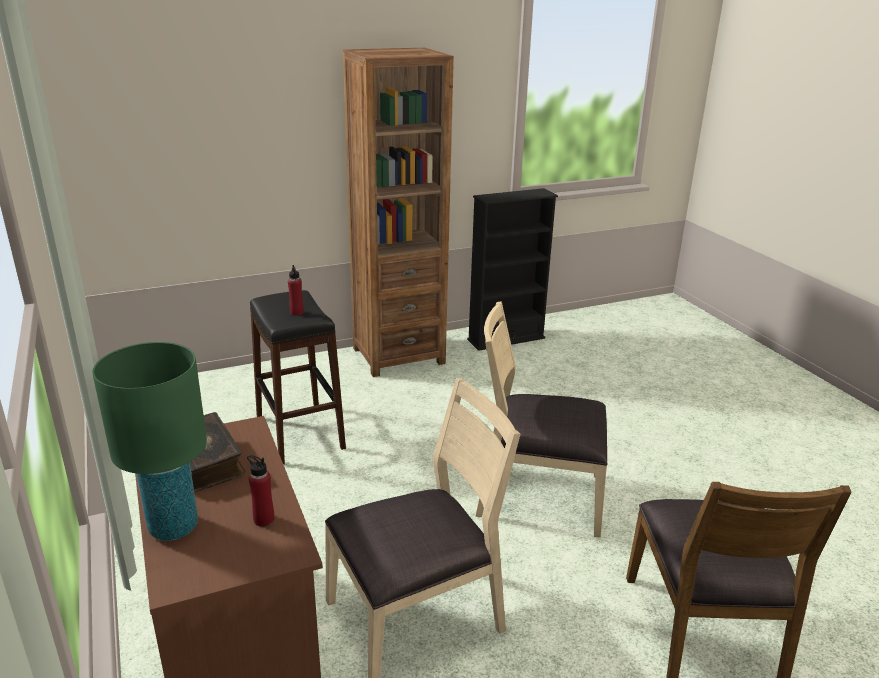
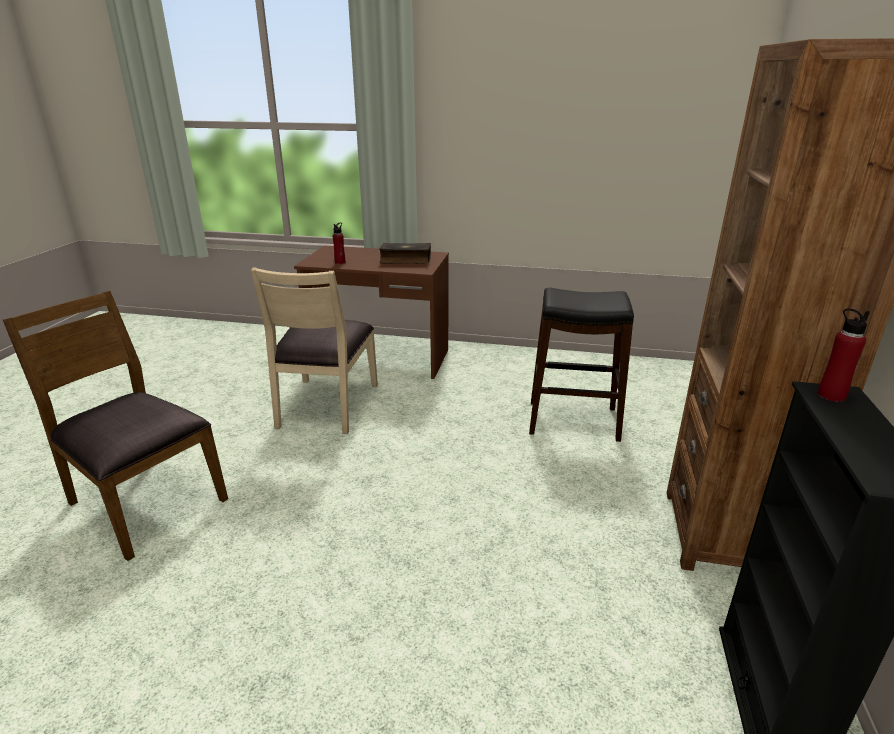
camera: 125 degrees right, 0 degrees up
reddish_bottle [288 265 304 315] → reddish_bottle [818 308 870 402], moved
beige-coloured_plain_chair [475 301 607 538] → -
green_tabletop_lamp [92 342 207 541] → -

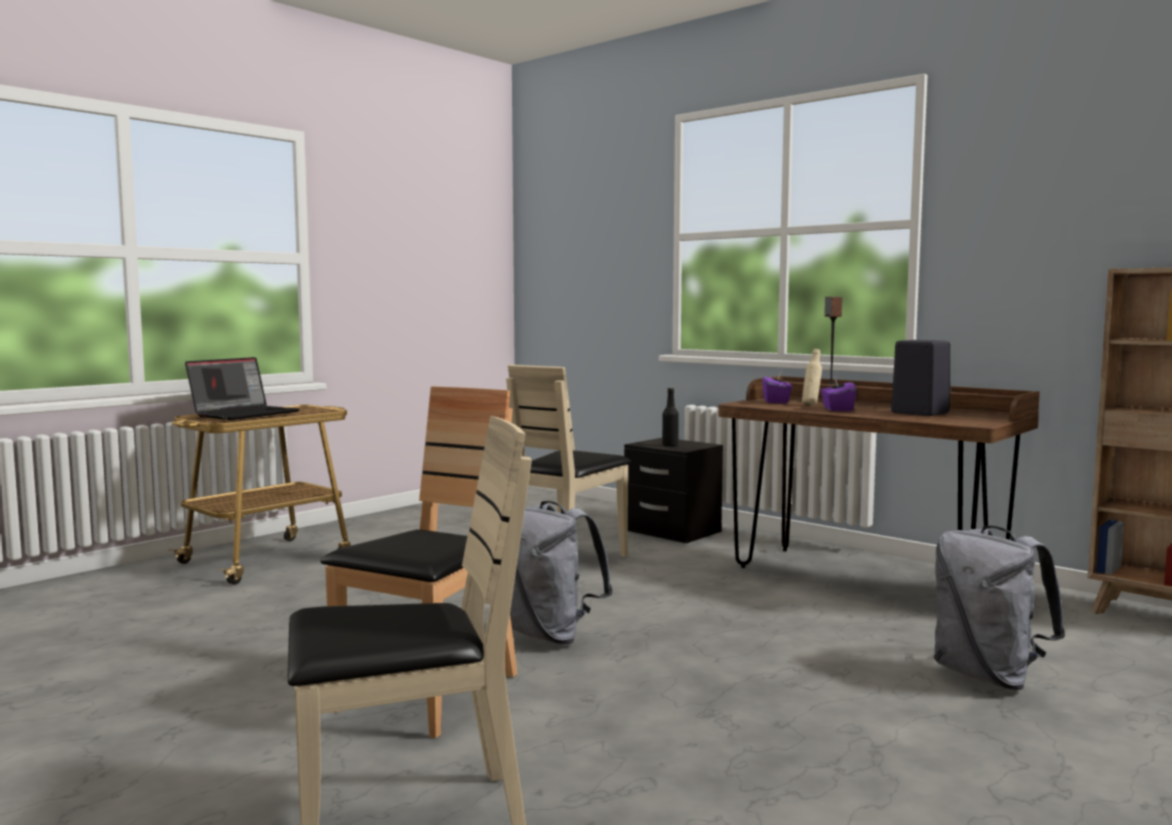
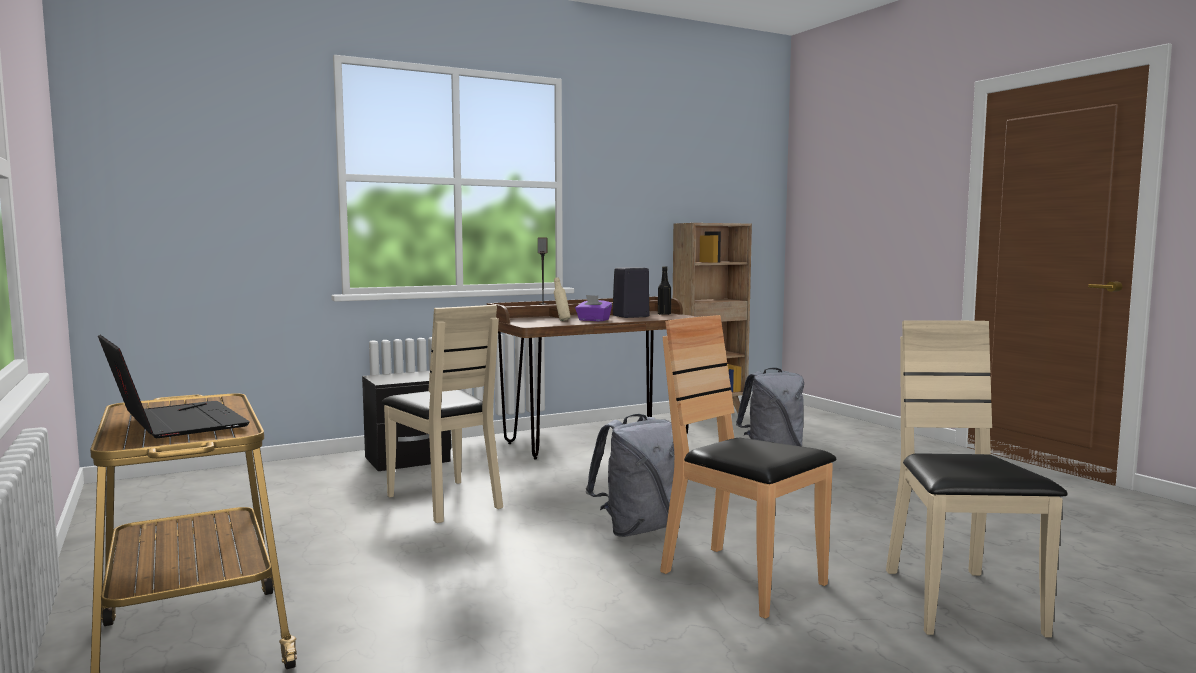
camera: 70 degrees left, 0 degrees up
purple-coloured_tissue_holder [762 370 792 403] → -
black_bottle [662 388 679 447] → black_bottle [658 266 671 315], moved

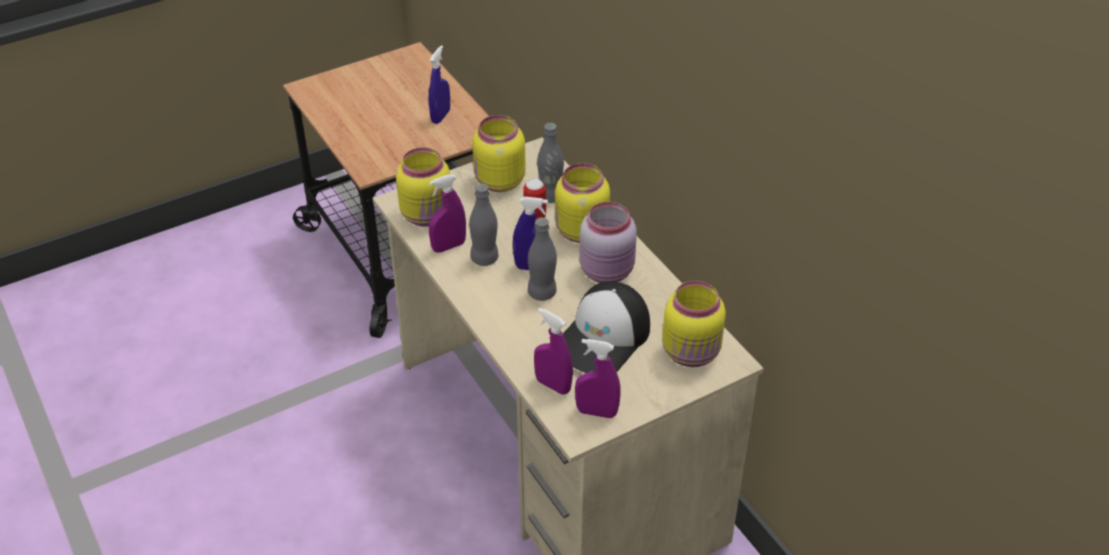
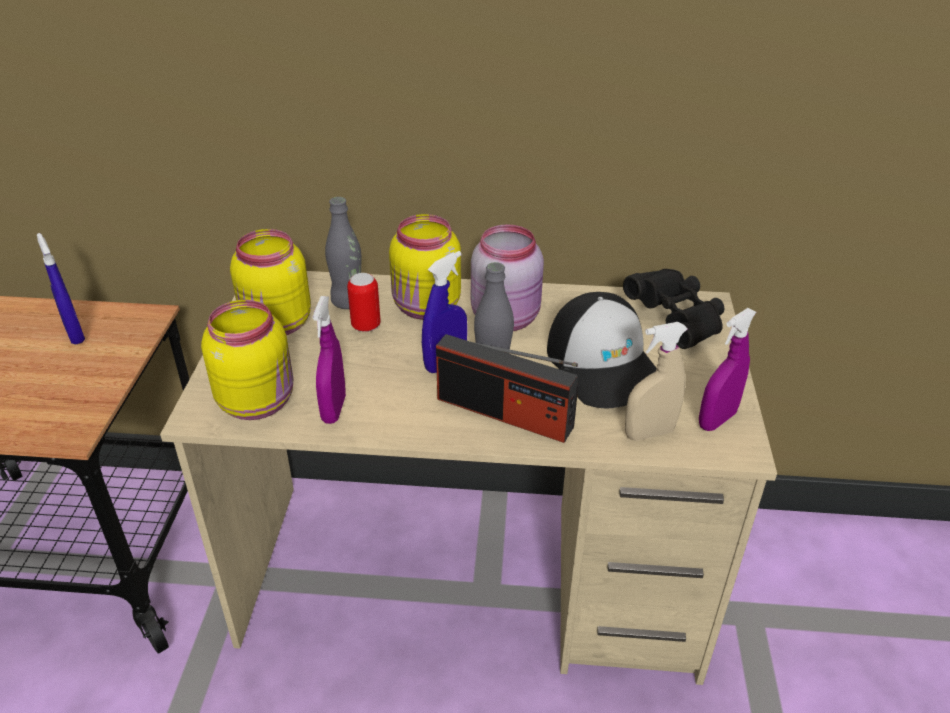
camera: 55 degrees left, 5 degrees down
grey_bottle [469 184 498 266] → -
yellow_storage_jar [662 281 726 367] → black_binoculars [623 269 724 349]
purple-coloured_hand_sprayer [534 308 573 394] → beige-coloured_hand_sprayer [625 322 688 441]
- → radio_set [436 334 579 443]

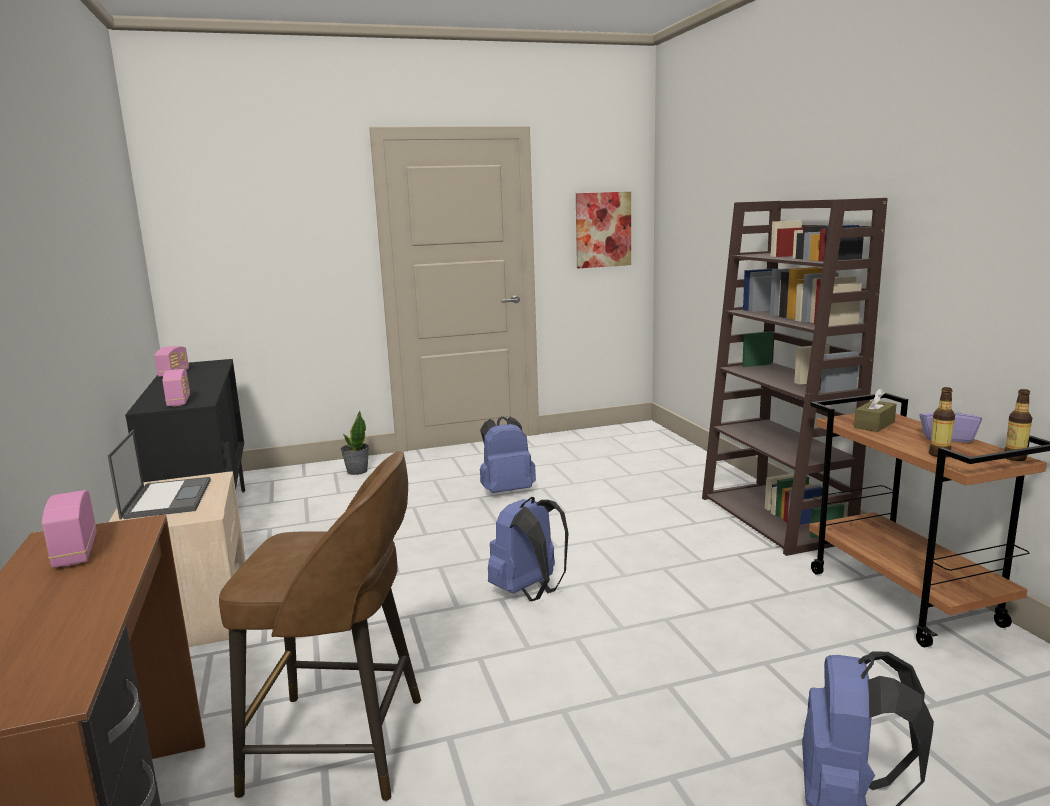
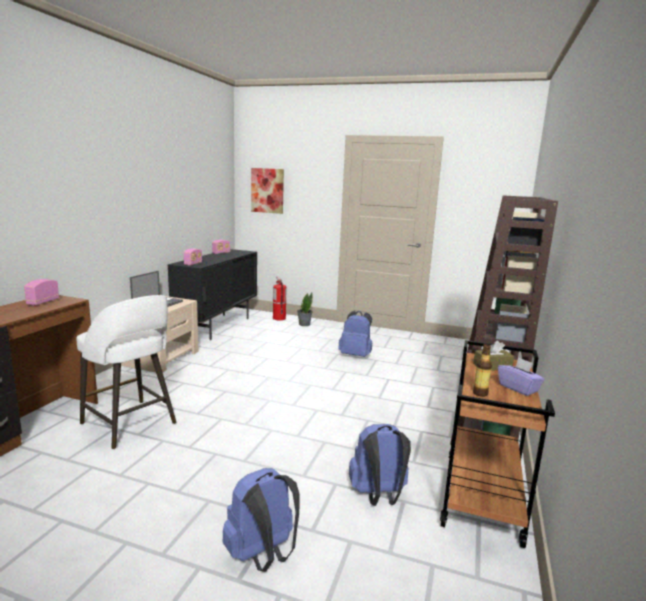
camera: 35 degrees right, 0 degrees up
wall_art [576 192 631 268] → wall_art [251 168 284 214], moved
bottle [1004 389 1032 461] → -
brown-coloured_stool [219 451 421 801] → white-coloured_stool [76 295 176 449]
bluish_backpack [488 497 569 601] → bluish_backpack [349 424 411 506], moved
- → extinguisher [273 276 287 320]

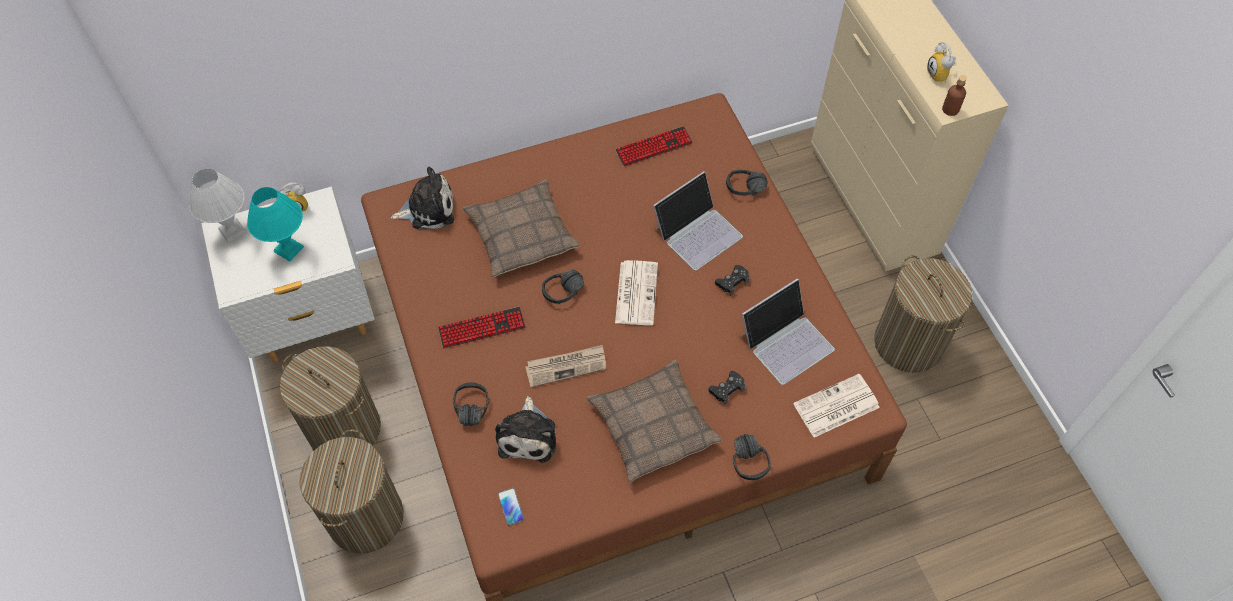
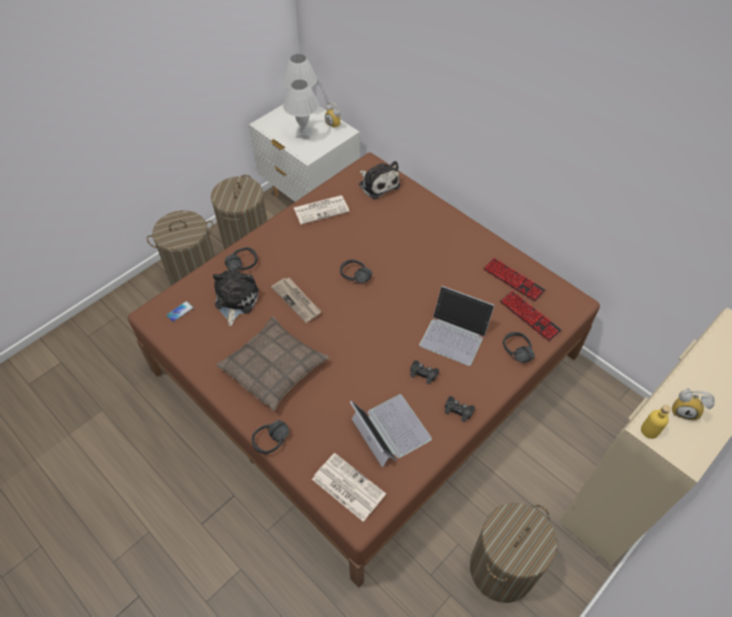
camera: 65 degrees right, 5 degrees down
bedside_clock [927 42 956 83] → bedside_clock [672 388 715 421], 120 degrees counterclockwise
brown-coloured_bottle [942 75 967 116] → yellow_bottle [641 405 671 439]
cushion [463 179 580 277] → -
turquoise-coloured_tabletop_lamp [247 187 304 261] → white-coloured_tabletop_lamp [283 80 319 139]
daily_paper [615 260 658 325] → daily_paper [294 195 350 225], moved
portable_computer [739 278 835 385] → portable_computer [350 394 432 468], 150 degrees counterclockwise
computer_keyboard [438 307 525 348] → computer_keyboard [499 291 562 341], moved
black_gamepad [708 371 745 405] → black_gamepad [445 396 475 422], moved
soft_toy [495 396 556 462] → soft_toy [213 269 259 326], 120 degrees clockwise

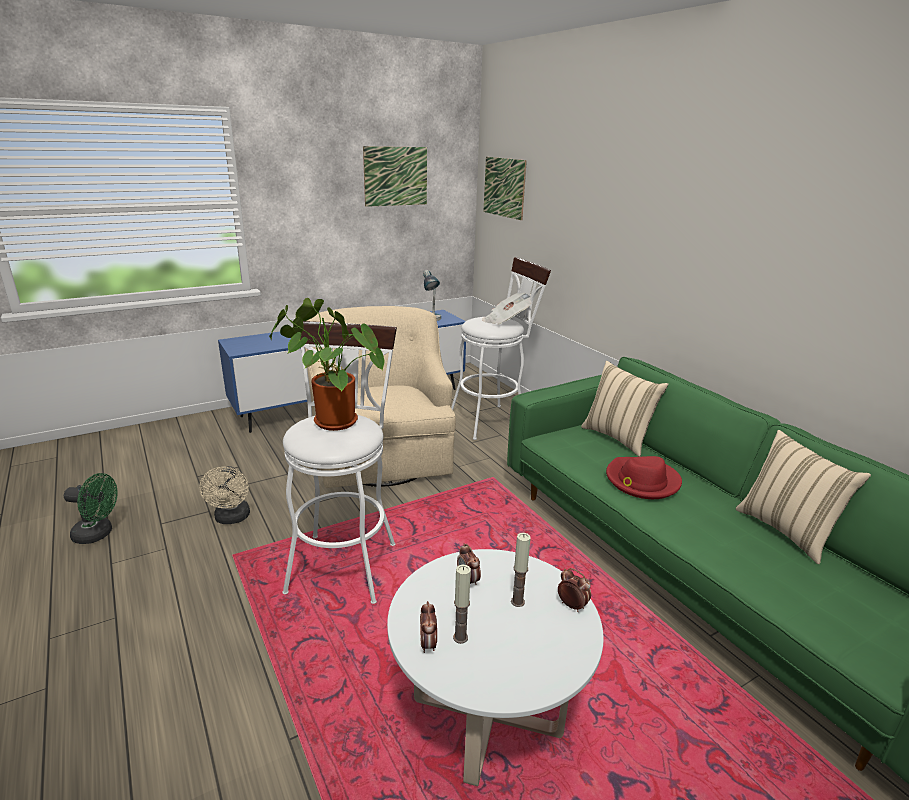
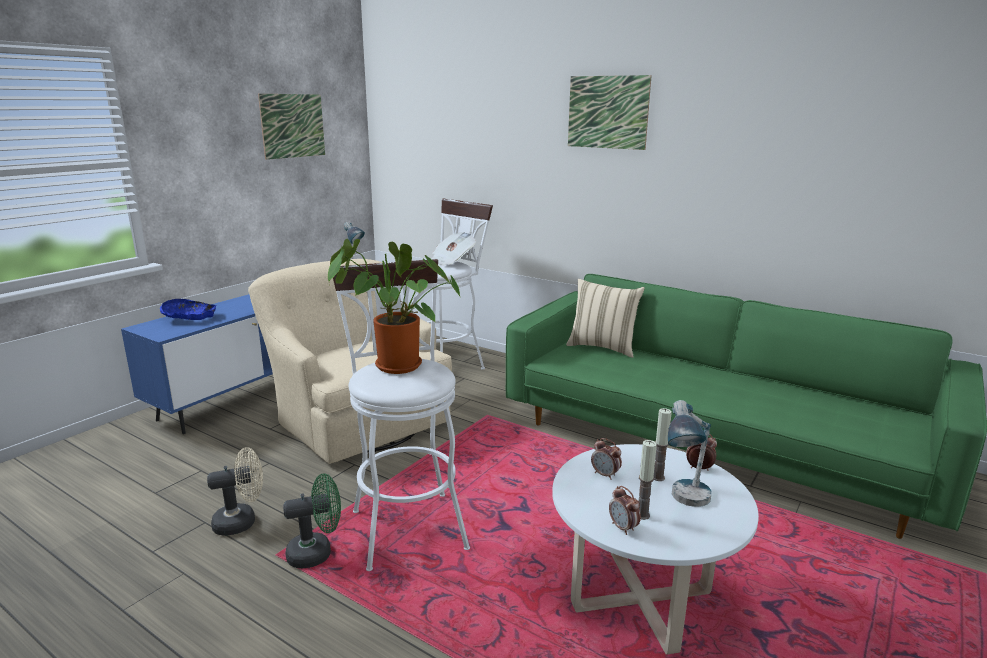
camera: 25 degrees left, 5 degrees down
wall_art [483 157 527 220] → wall_art [568 75 652 150], moved
beige-coloured_cushion [736 430 871 564] → -
reddish_clothing_hat [606 456 682 499] → -
beige-coloured_electric_fan [199 466 250 524] → beige-coloured_electric_fan [207 447 263 536], 75 degrees counterclockwise
green_electric_fan [64 473 118 544] → green_electric_fan [283 473 341 569], moved
- → bluish_deep_dish [160 299 217 320]
- → tabletop_lamp [668 400 712 507]

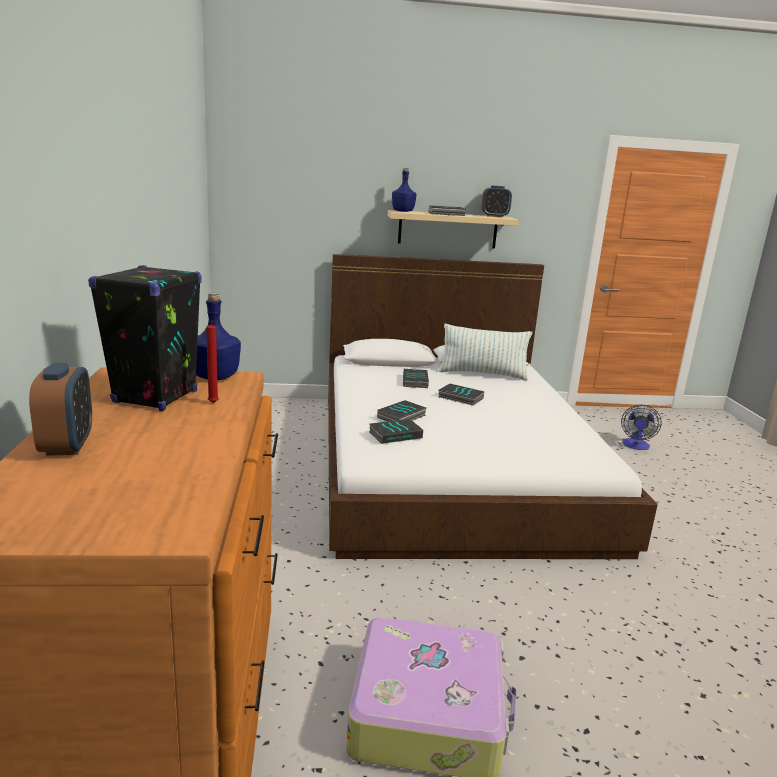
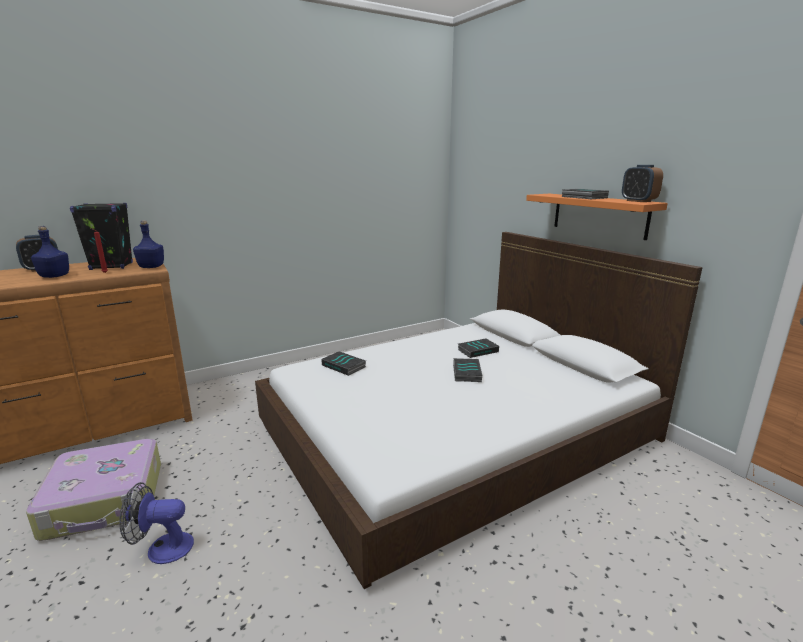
camera: 65 degrees right, 0 degrees up
bluish_bottle [392 168 417 212] → bluish_bottle [31 226 69 278], moved
beige-coloured_wall_shelf [388 210 519 249] → orange_wall_shelf [526 194 668 240]
cushion [439 324 532 381] → -
book [377 400 426 421] → -
electric_fan [621 404 662 450] → electric_fan [119 482 194 564], moved

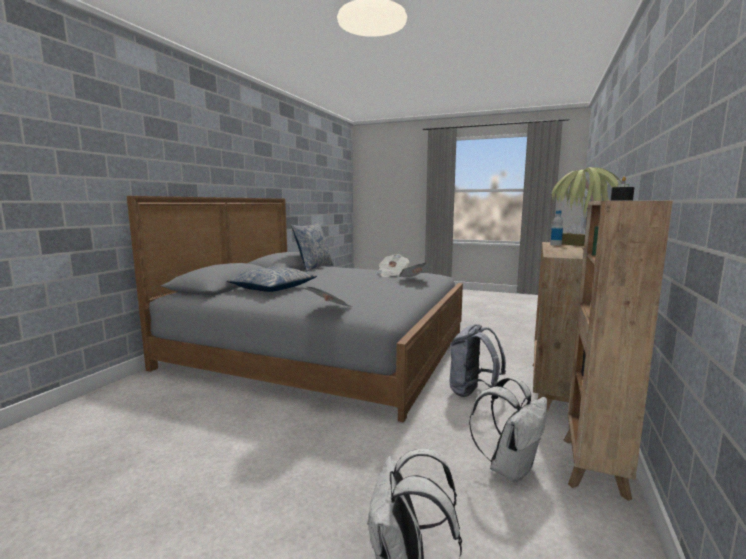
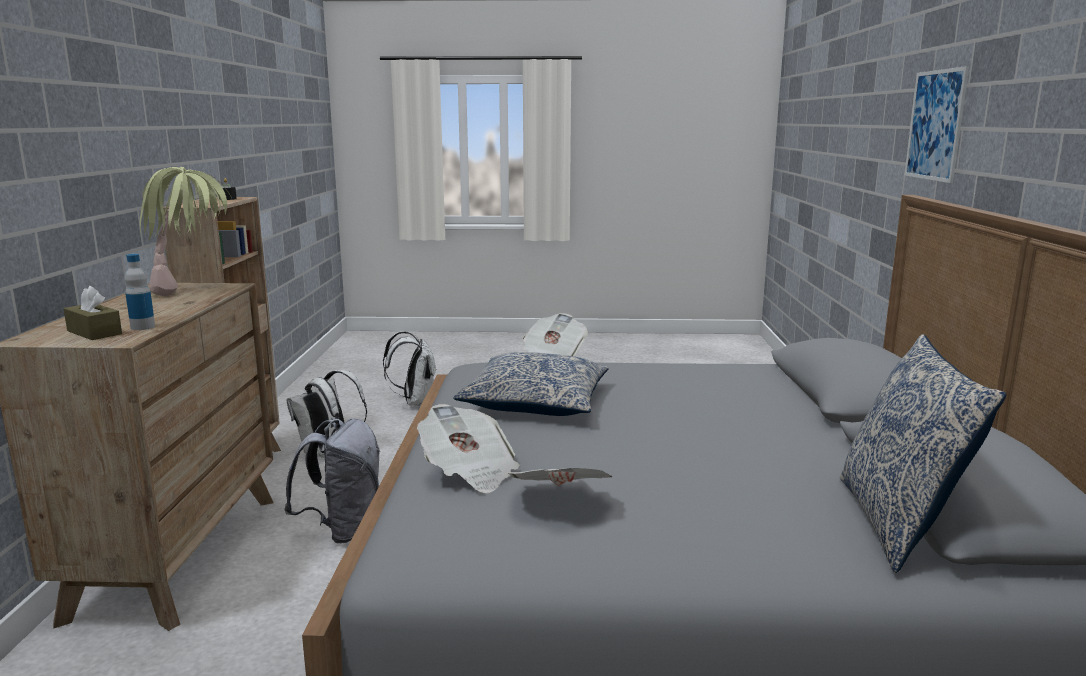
camera: 160 degrees right, 5 degrees up
cushion [227 267 317 292] → cushion [453 352 608 416], moved
- → wall_art [904 66 969 183]

